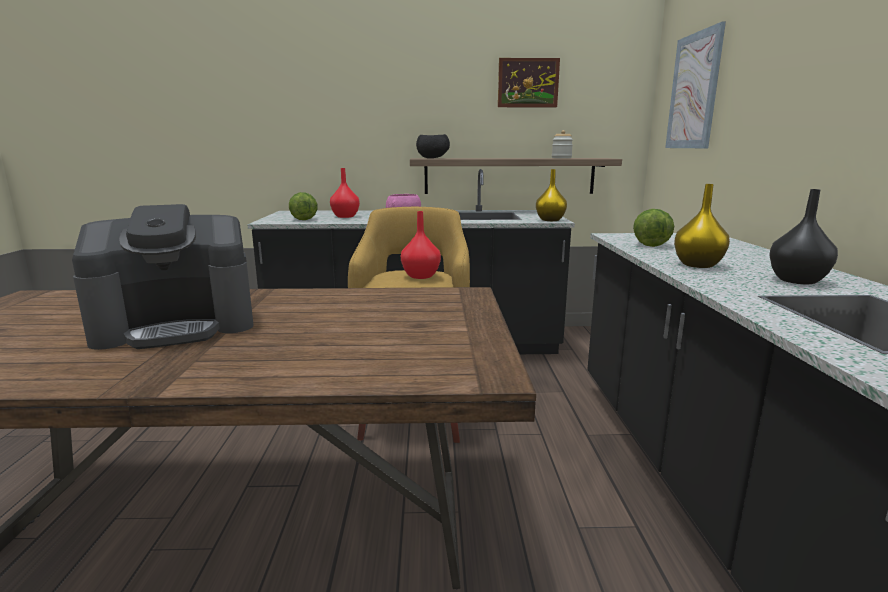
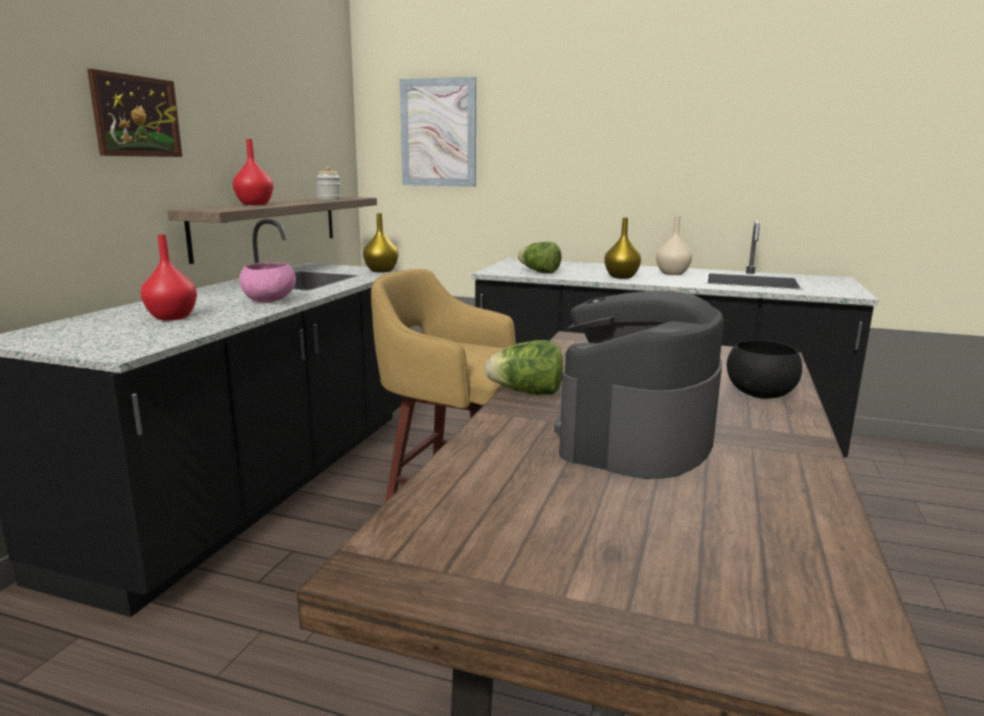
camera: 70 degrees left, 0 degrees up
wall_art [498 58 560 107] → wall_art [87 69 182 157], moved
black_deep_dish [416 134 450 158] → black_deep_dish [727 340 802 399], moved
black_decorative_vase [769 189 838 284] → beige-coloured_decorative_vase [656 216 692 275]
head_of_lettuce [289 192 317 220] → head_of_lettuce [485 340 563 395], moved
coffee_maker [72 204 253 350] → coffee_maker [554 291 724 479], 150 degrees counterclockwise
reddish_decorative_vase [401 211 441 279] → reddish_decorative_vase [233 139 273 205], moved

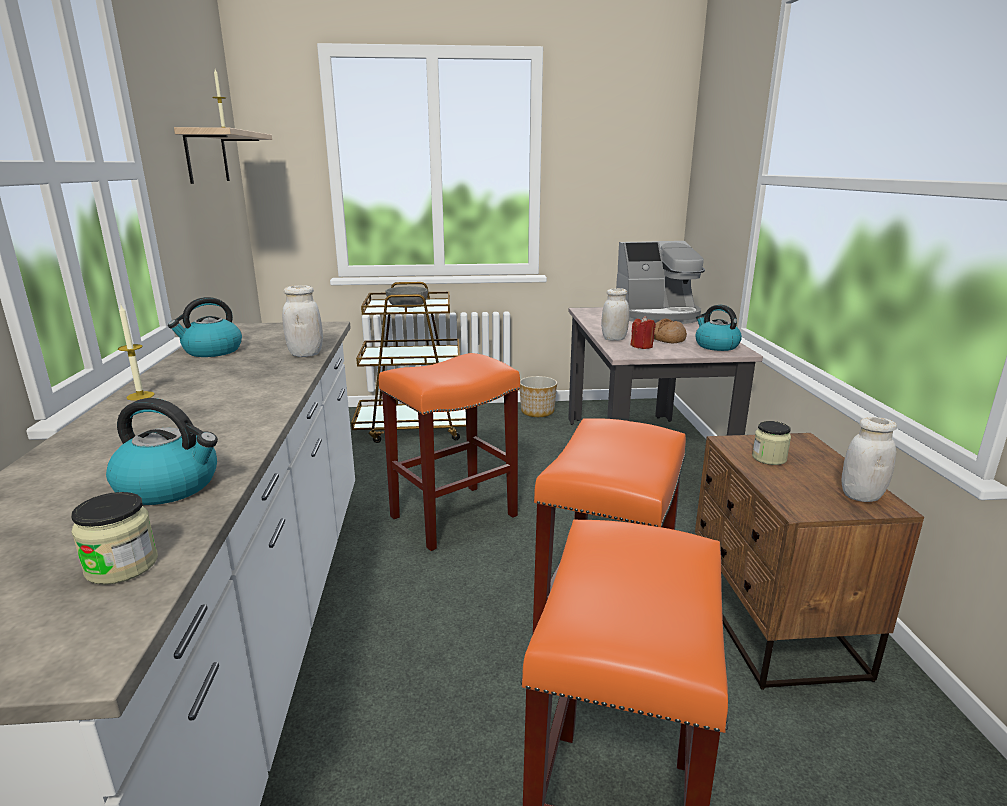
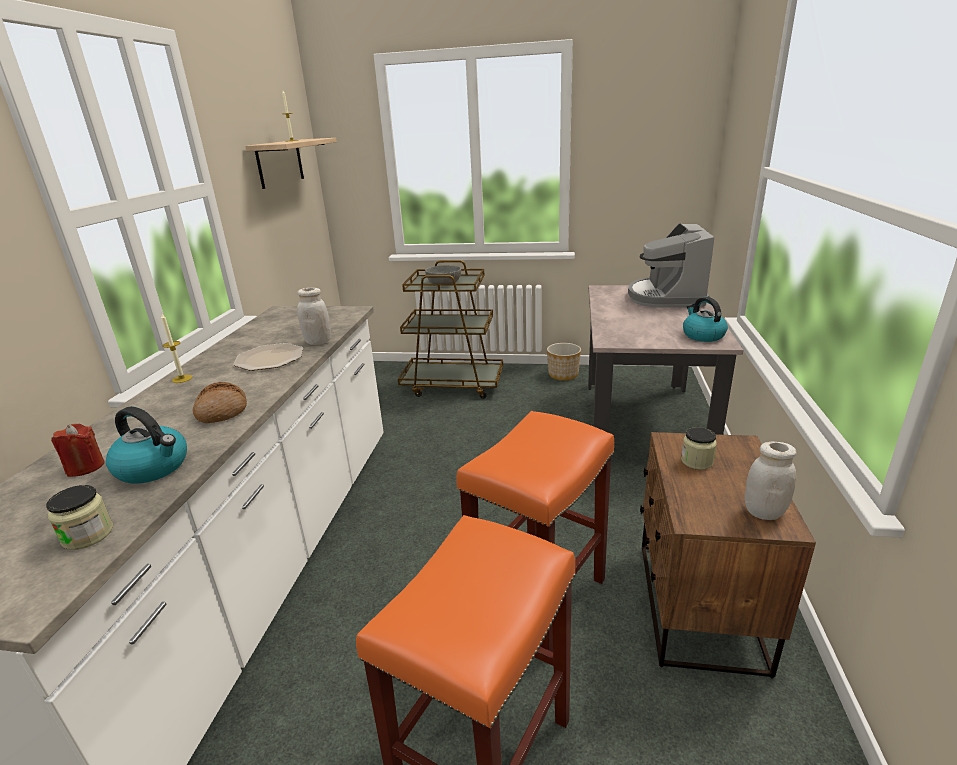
camera: 15 degrees right, 5 degrees up
coffee_maker [616 241 705 324] → coffee_maker [628 223 714 307], 90 degrees clockwise
white-coloured_storage_jar [601 288 629 341] → -
tea_kettle [168 297 242 357] → -
reddish_wax_light [631 316 656 349] → reddish_wax_light [51 424 104 477], moved
bread [654 318 687 343] → bread [192 382 247 423], moved
orange_stool [379 353 520 551] → -
- → flat_dish [233 343 303 371]

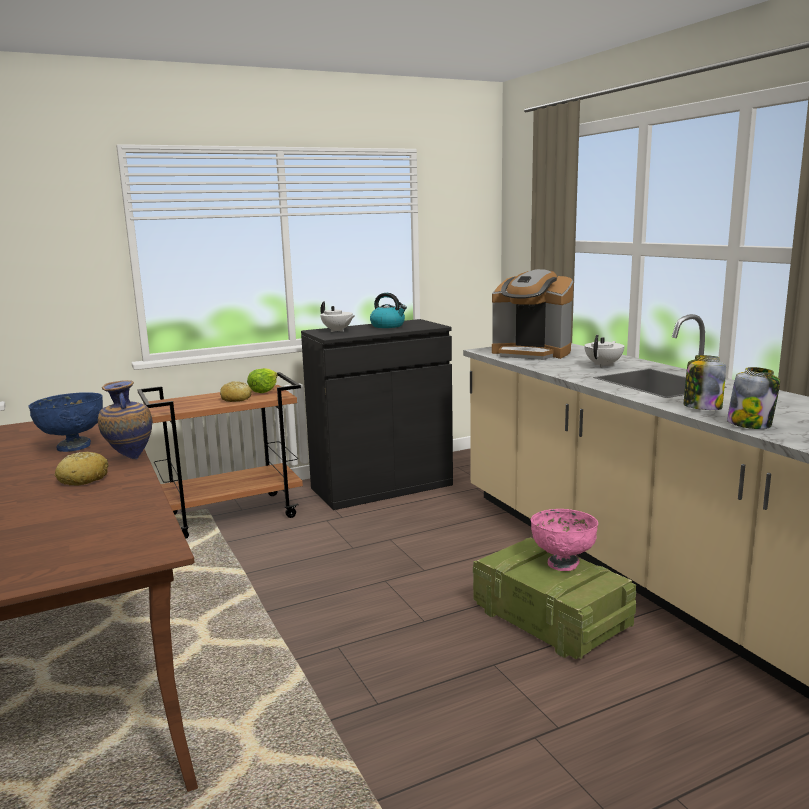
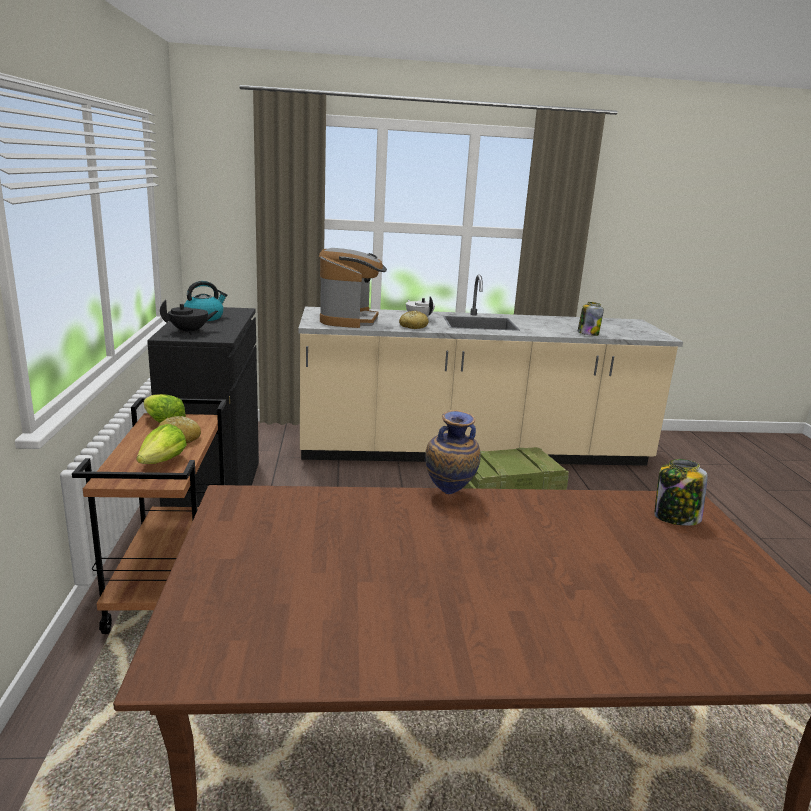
camera: 70 degrees left, 5 degrees up
coffee_maker [492 269 573 360] → coffee_maker [319 248 387 328], 45 degrees counterclockwise
white-coloured_tea_pot [320 301 355 332] → black_tea_pot [160 300 218 334]
storage_jar [684 355 726 410] → storage_jar [654 459 708 526], moved
bluish_deep_dish [28 392 103 452] → -
bread [55 452 109 486] → bread [399 310 428 329], moved
pink-coloured_deep_dish [531 509 598 571] → -
- → head_of_lettuce [136 424 187 464]

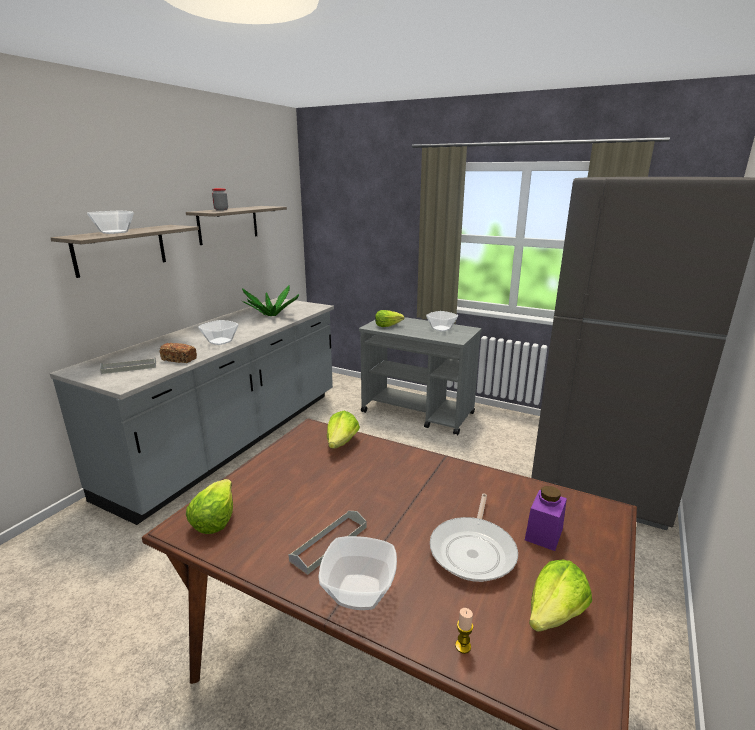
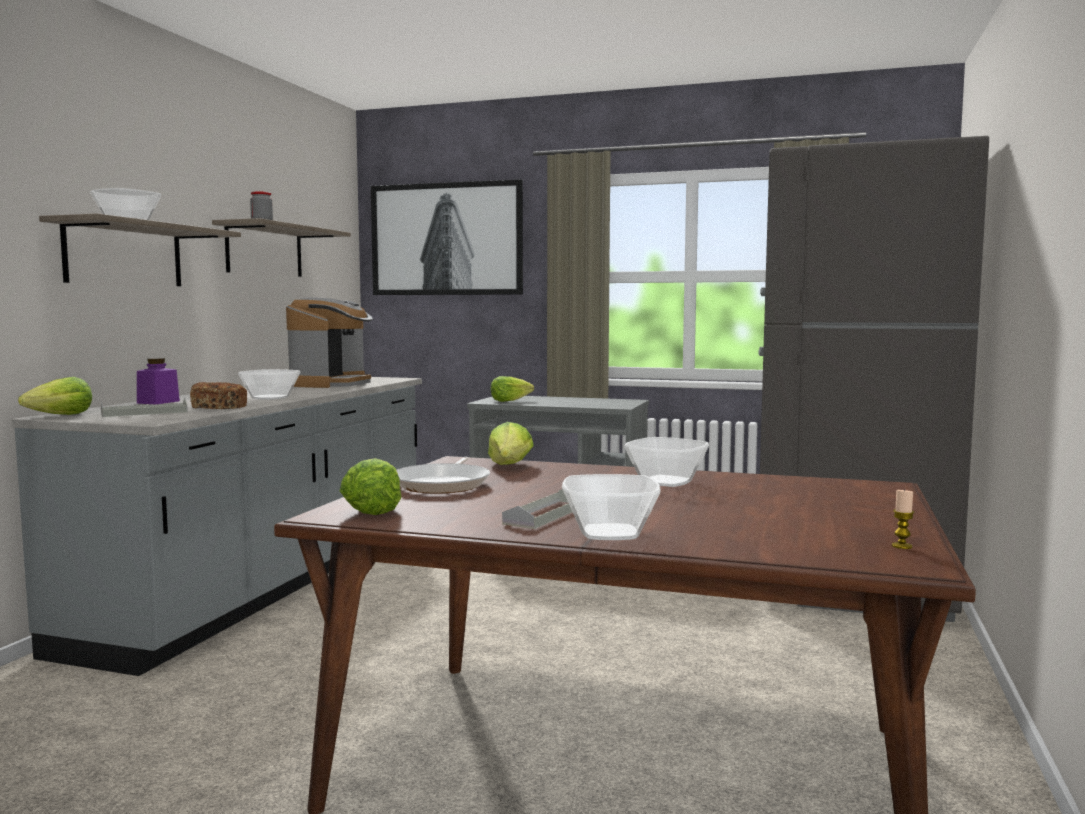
camera: 10 degrees left, 15 degrees down
houseplant [242 285 299 316] → coffee_maker [286 297 373 388]
deep_dish [426 311 458 331] → deep_dish [624 437 709 487], moved
purple-coloured_storage_jar [525 486 567 551] → purple-coloured_storage_jar [137 358 180 404], moved
skillet [430 493 518 582] → skillet [396 457 490 494], moved
head_of_lettuce [529 560 592 632] → head_of_lettuce [18 377 92 415], moved
wax_light [455 608 473 654] → wax_light [892 490 914 549], moved
- → wall_art [371 179 523 295]

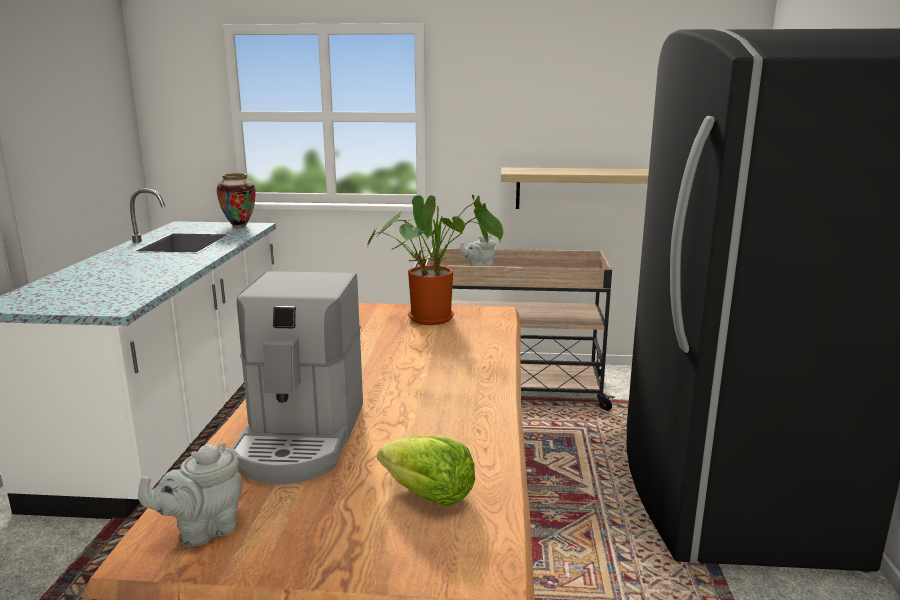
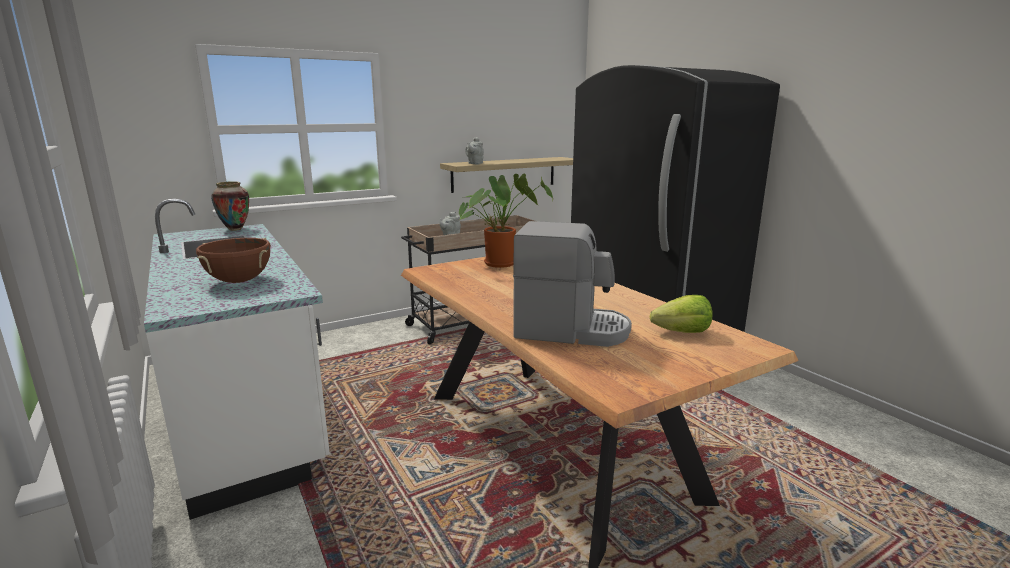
camera: 35 degrees left, 0 degrees up
coffee_maker [231 271 363 485] → coffee_maker [513 221 632 347], 45 degrees counterclockwise
grey_tea_pot [138 442 242 546] → grey_tea_pot [465 137 484 164], moved
- → brown-coloured_saucepot [196 238 271 283]

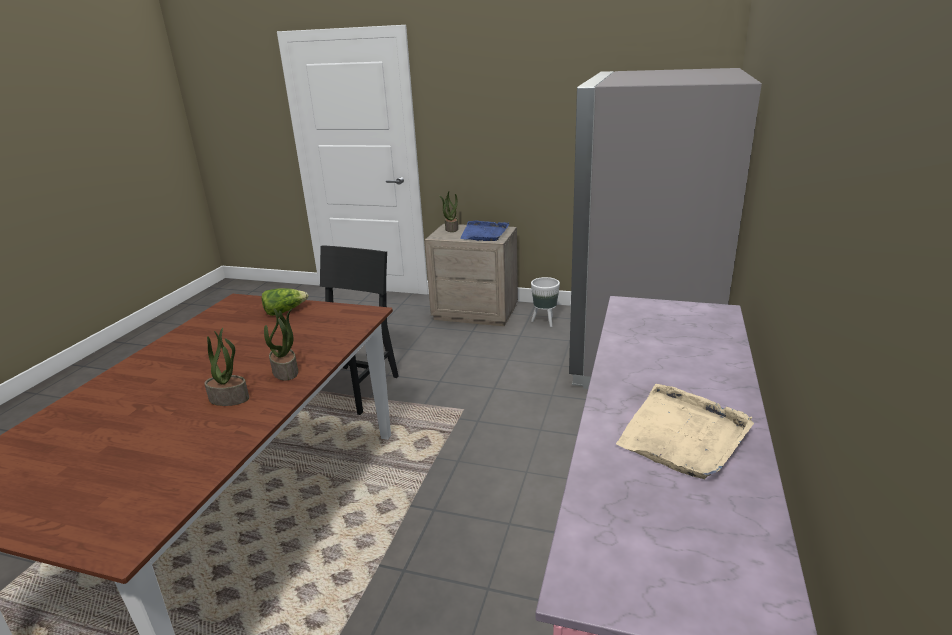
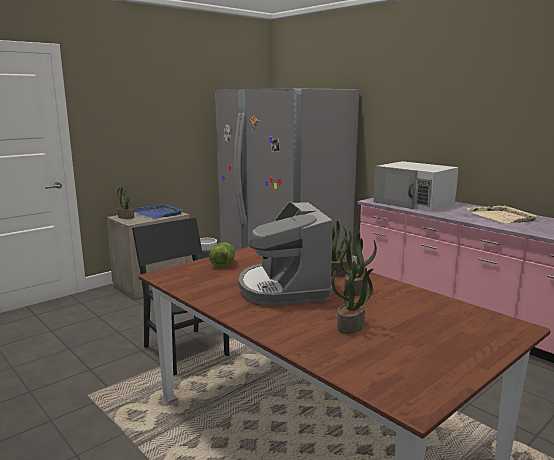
camera: 60 degrees left, 10 degrees down
- → white-coloured_microwave_oven [373 161 459 212]
- → coffee_maker [239 202 333 306]
- → houseplant [332 260 373 334]

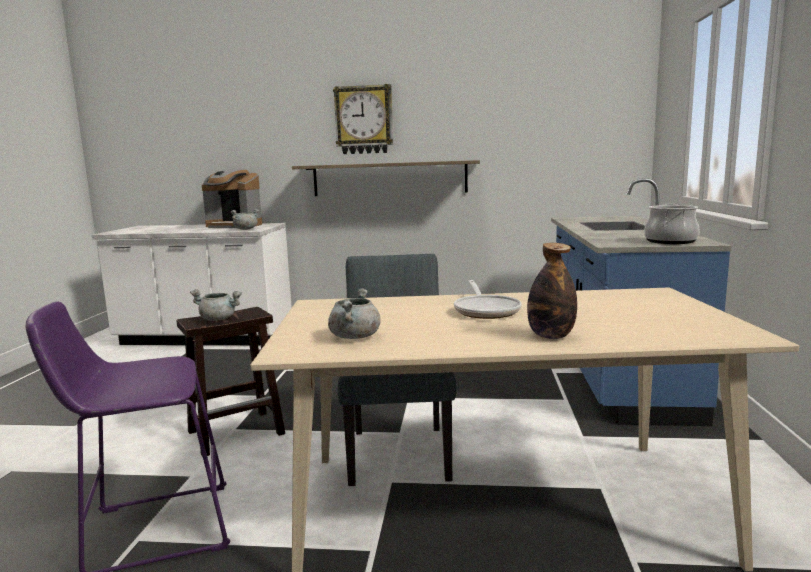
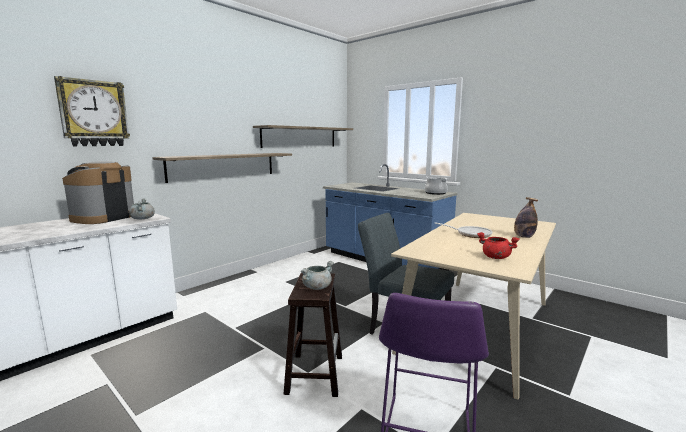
camera: 55 degrees left, 0 degrees up
wall_clock [333 84 393 154] → wall_clock [54 76 130 146], moved
coffee_maker [202 168 262 228] → coffee_maker [62 161 134 224], 150 degrees clockwise
grey_saucepot [328 288 381 339] → reddish_saucepot [477 232 520 259]
- → wall_shelf [253 125 353 148]

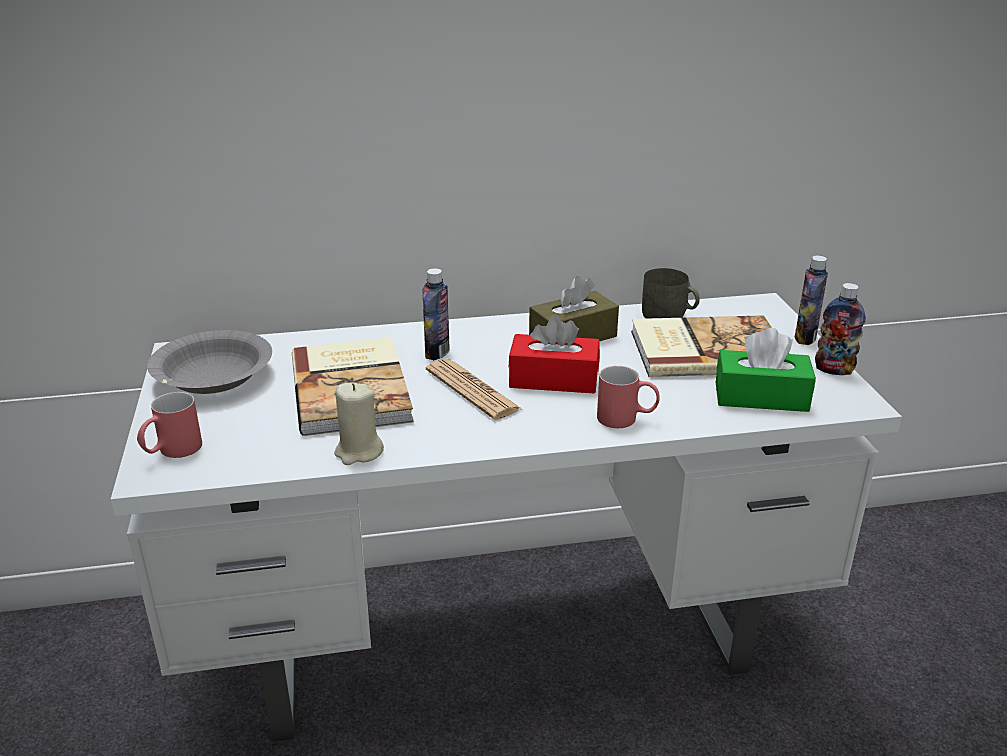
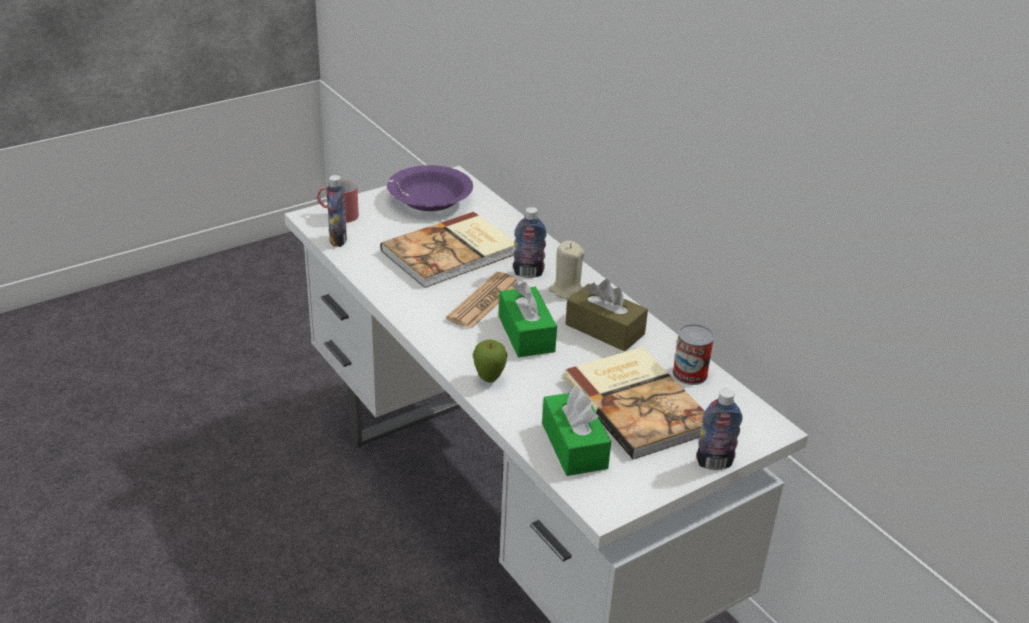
camera: 65 degrees right, 5 degrees up
grey_coffee_mug [642 268 700 319] → sealed_can [672 324 714 385]
bottle [815 283 866 375] → bottle [327 175 347 247], moved
reddish_tissue_holder [508 315 600 394] → green_tissue_holder [499 282 557 357]
grey_deep_dish [147 330 272 394] → purple-coloured_deep_dish [387 165 473 211]
reddish_coffee_mug [597 366 660 428] → whole_apple [473 340 507 383]
beige-coloured_wax_light [334 382 384 465] → beige-coloured_wax_light [549 240 585 299], moved

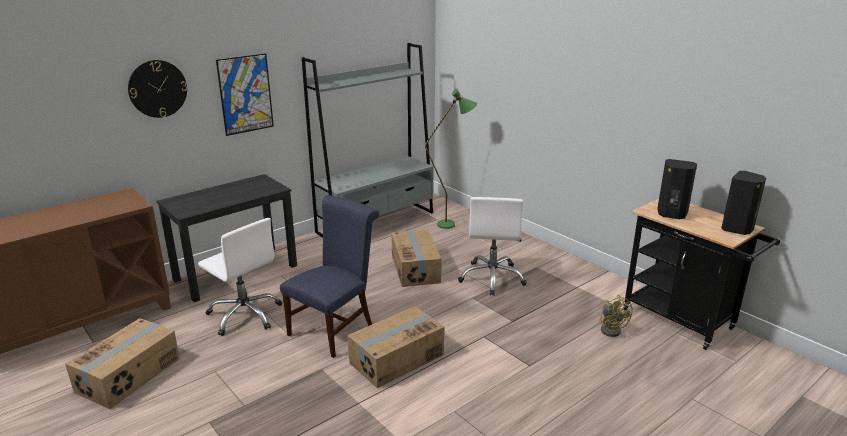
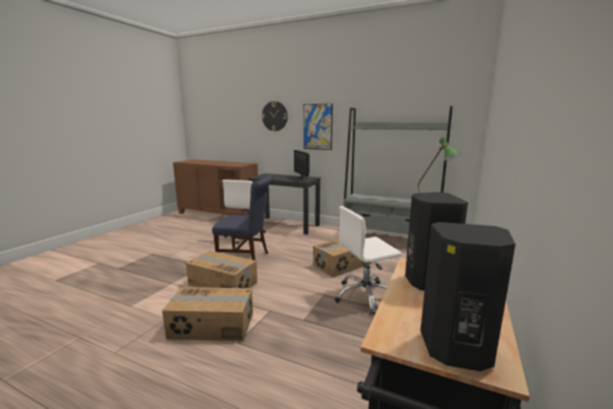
camera: 65 degrees right, 10 degrees down
yellow_electric_fan [599 295 633 337] → -
cardboard_box [65 318 179 409] → cardboard_box [162 287 253 341], moved
- → monitor [294 150 310 179]

